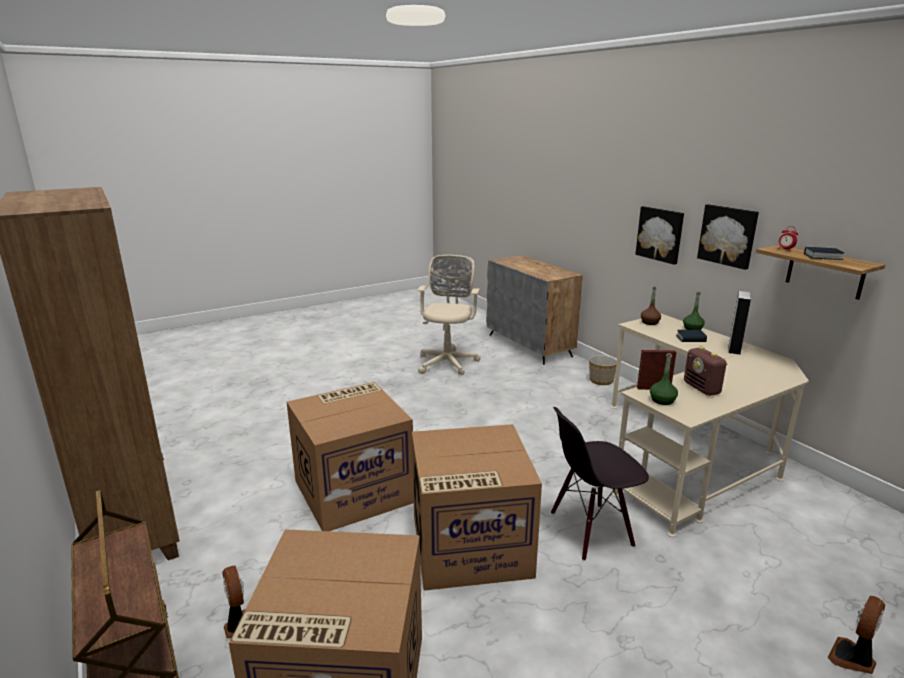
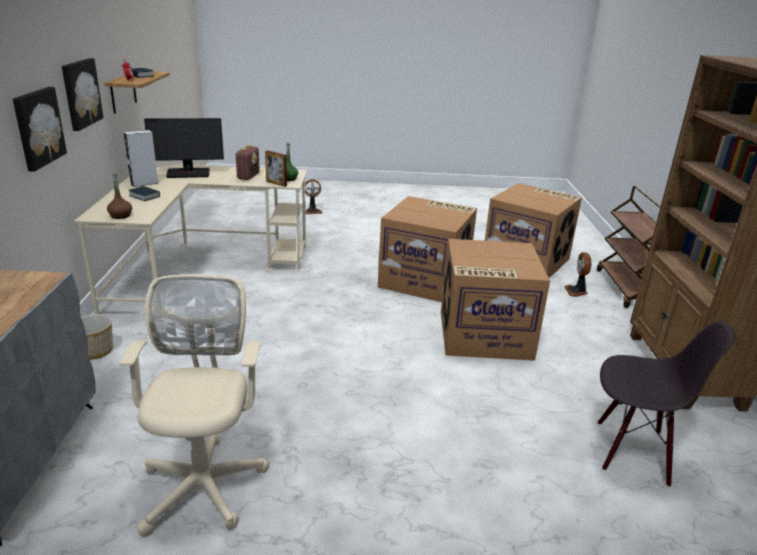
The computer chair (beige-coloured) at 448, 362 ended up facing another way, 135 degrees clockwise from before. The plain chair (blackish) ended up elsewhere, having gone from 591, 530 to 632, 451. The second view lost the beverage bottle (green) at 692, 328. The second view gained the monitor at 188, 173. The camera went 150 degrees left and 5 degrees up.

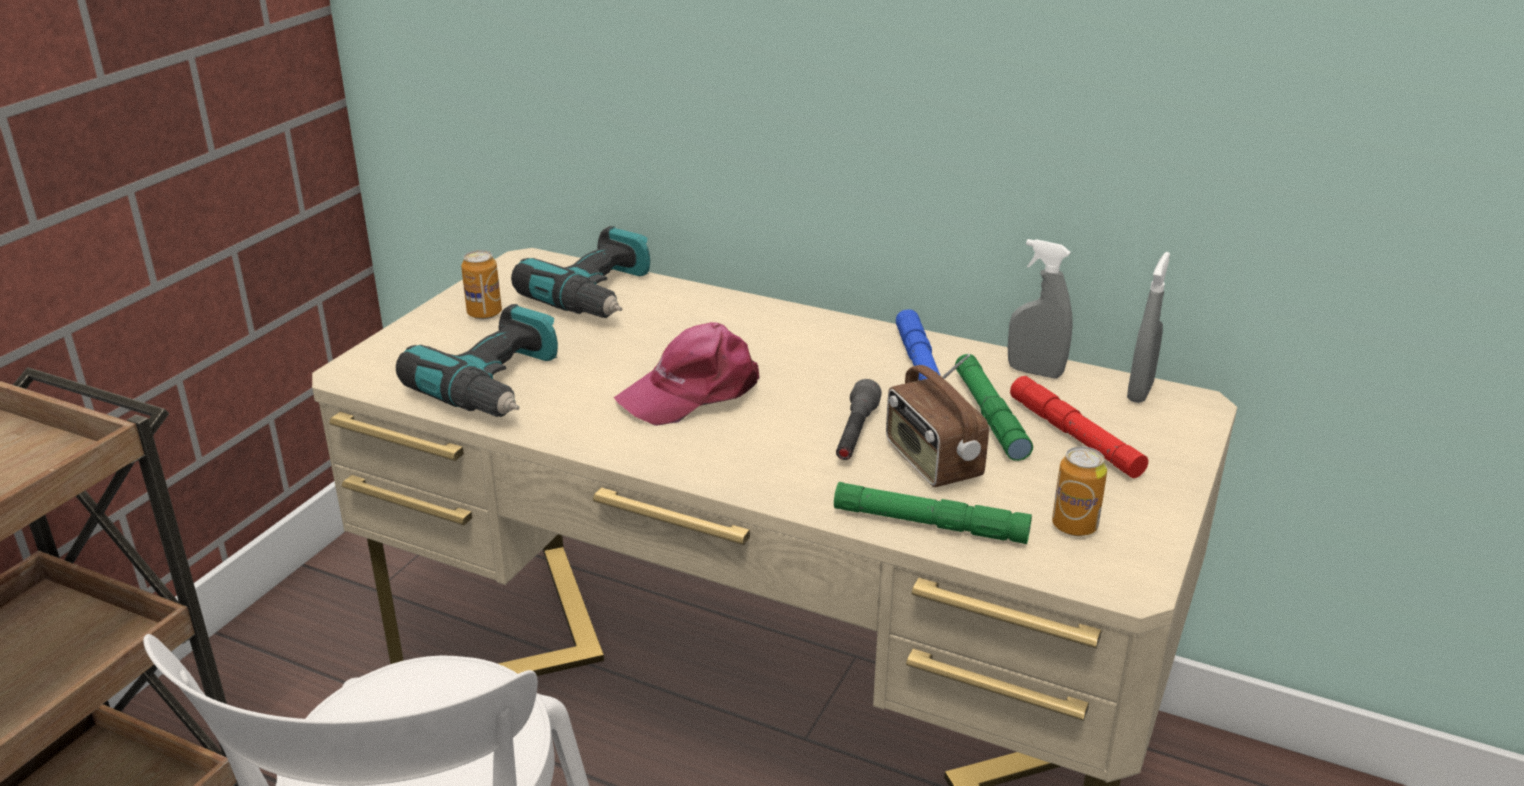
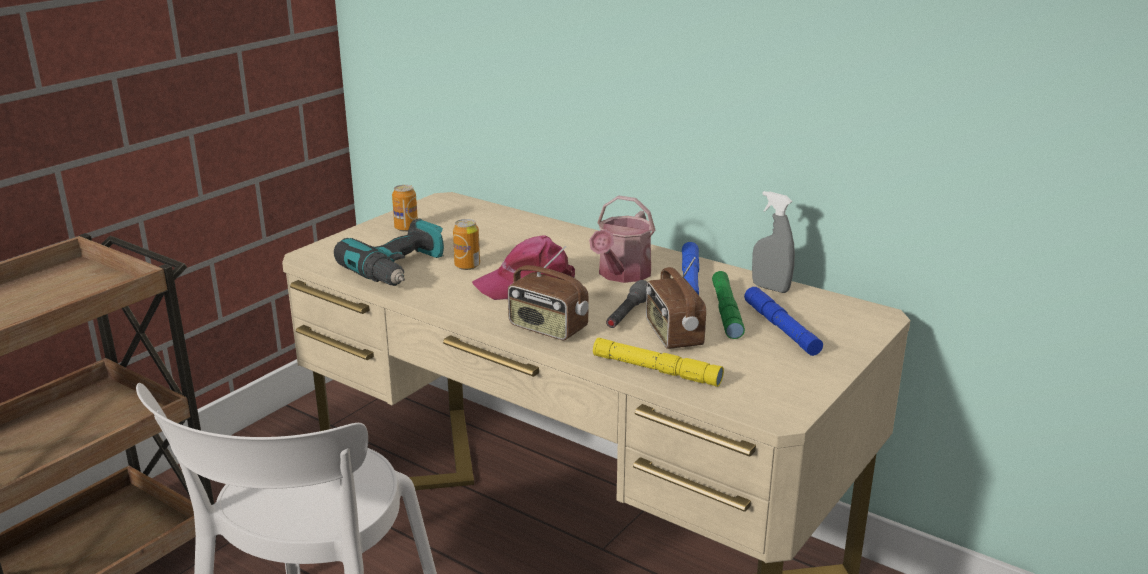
The second view lost the drill at 599, 295. What was the flashlight (green) at 930, 524 turned into the flashlight (yellow) at 656, 370. What was the flashlight (reddish) at 1074, 436 turned into the flashlight (blue-coloured) at 781, 328. The can ended up elsewhere, having gone from 1074, 526 to 467, 266. The second view lost the sprayer (gray) at 1140, 392. The second view gained the radio set at 547, 329. The second view gained the watering can at 621, 275. The camera went 10 degrees right and 5 degrees down.

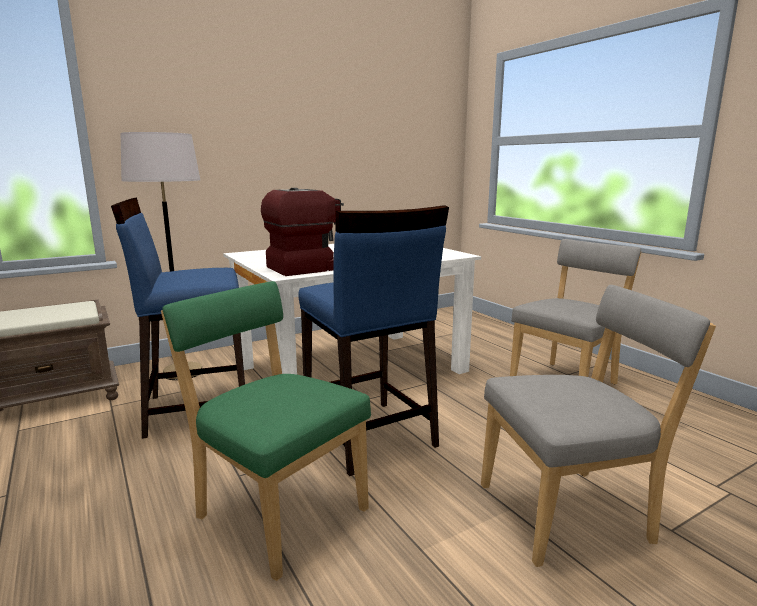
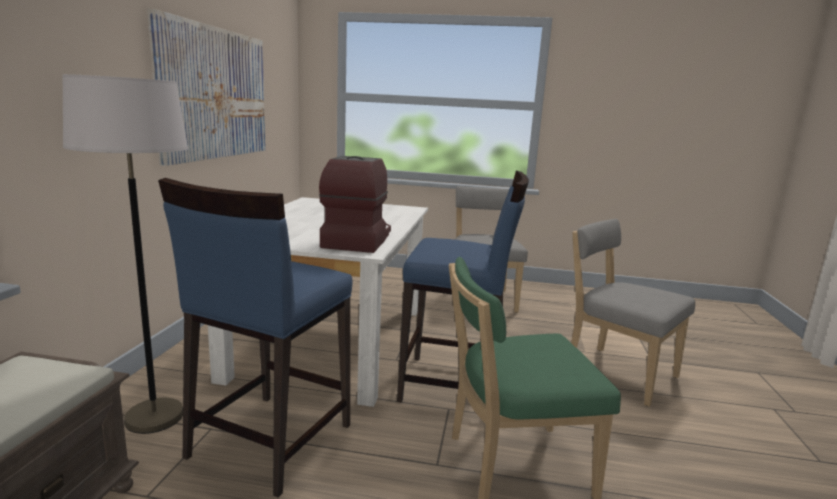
The plain chair (gray) at 571, 513 ended up facing another way, 75 degrees counterclockwise from before. The second view gained the wall picture at 215, 93. The camera went 50 degrees left and 0 degrees up.

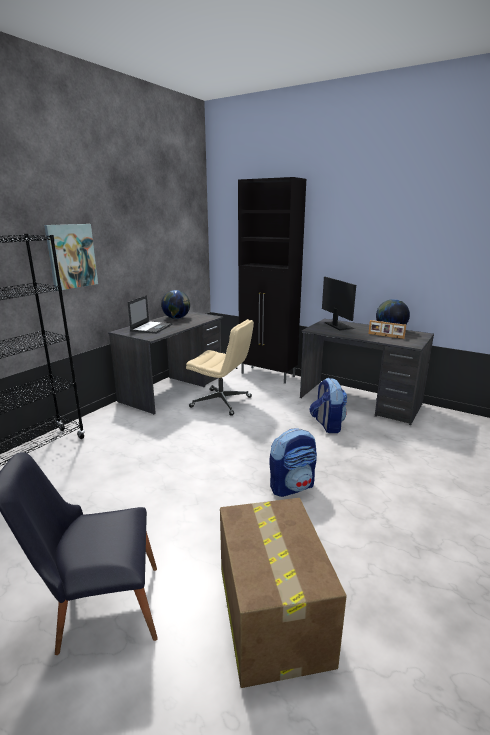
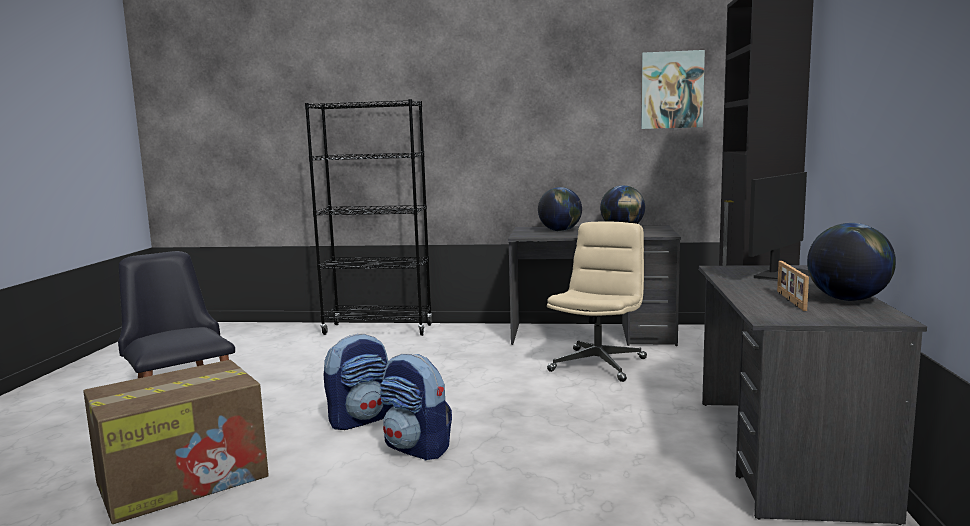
The wall picture ended up elsewhere, having gone from 71, 256 to 672, 90. Where the laptop stood at 152, 327, the desk globe came to stand at 560, 231. The computer chair (beige-coloured) at 222, 402 ended up facing another way, 150 degrees counterclockwise from before. The knapsack ended up elsewhere, having gone from 327, 425 to 360, 419. The camera went 65 degrees right and 10 degrees down.

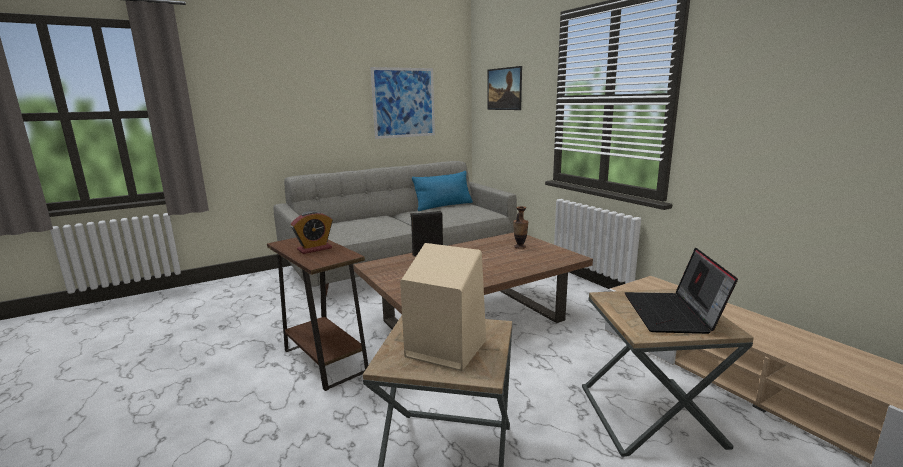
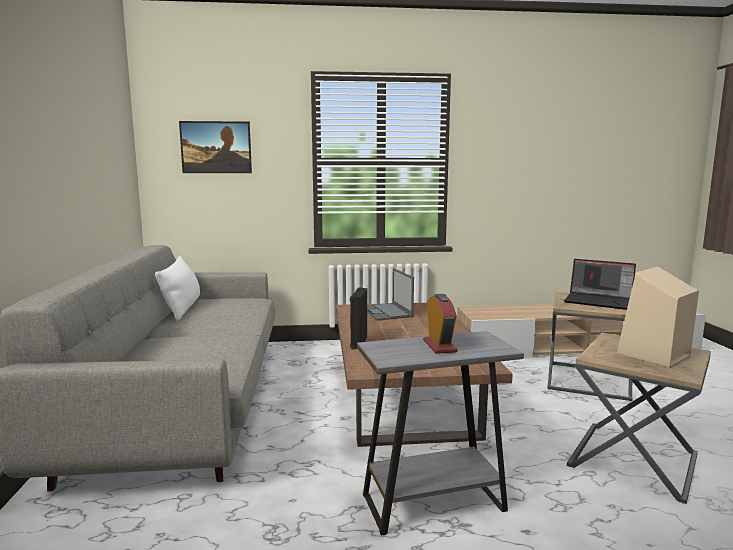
What was the side table (brown-coloured) at 325, 360 turned into the side table (gray) at 433, 503. The second view lost the wall picture at 404, 103. What was the pillow (blue-coloured) at 444, 206 turned into the pillow (white) at 182, 308. Where the decorative vase stood at 520, 247, the laptop came to stand at 386, 312. The camera went 65 degrees left and 5 degrees down.

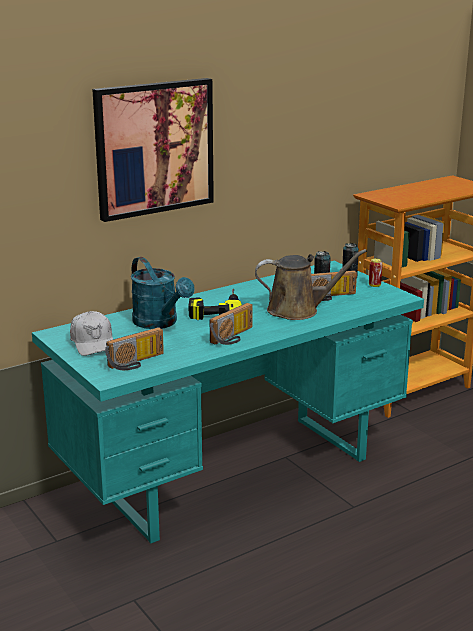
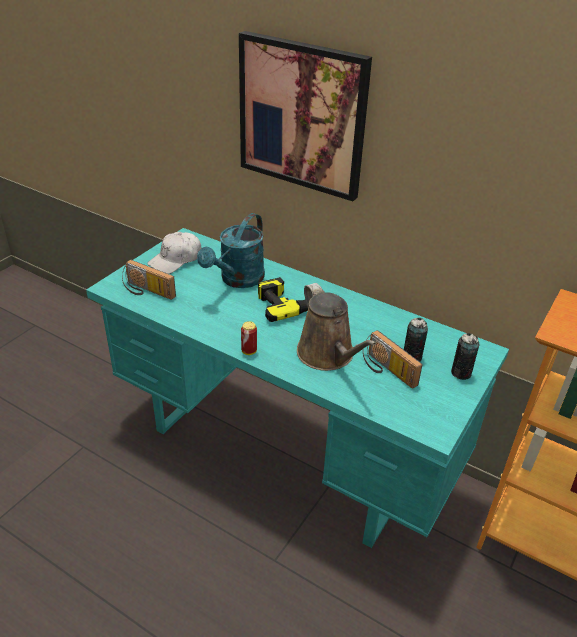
The second view lost the radio set at 234, 337. The can ended up elsewhere, having gone from 374, 285 to 249, 351. The camera went 65 degrees right and 15 degrees up.

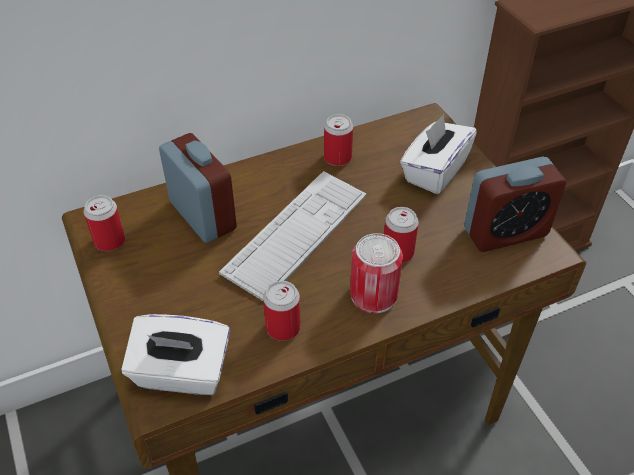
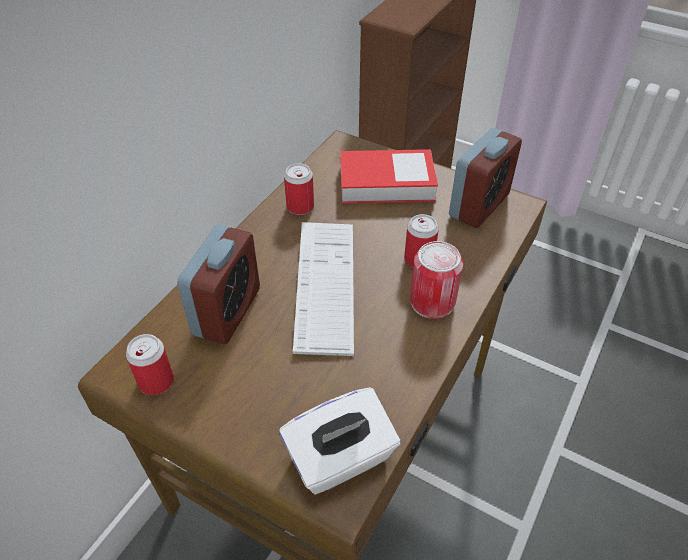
The table clock at 202, 215 ended up facing another way, 90 degrees clockwise from before. The second view lost the can at 283, 328. Where the tissue holder (white) stood at 434, 171, the volume came to stand at 386, 183. The camera went 35 degrees left and 0 degrees up.

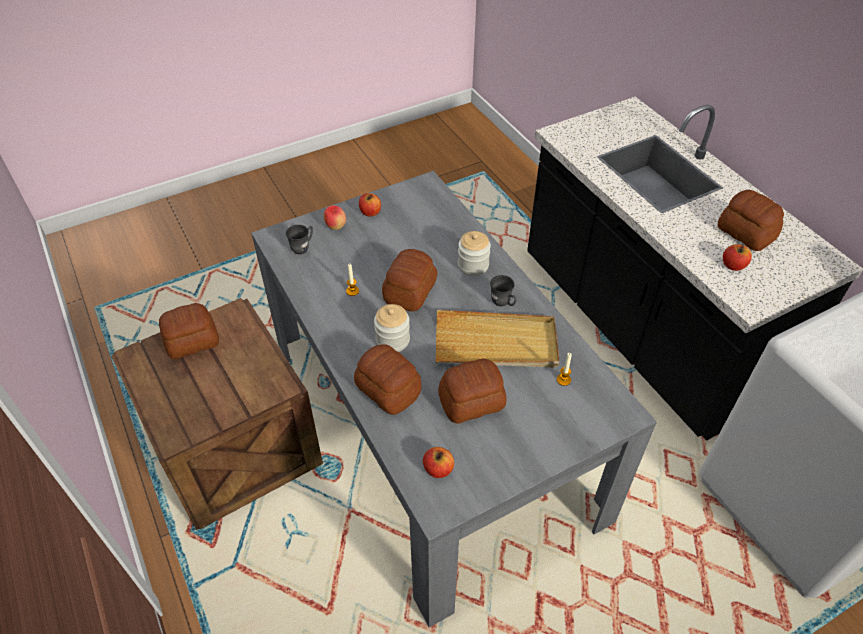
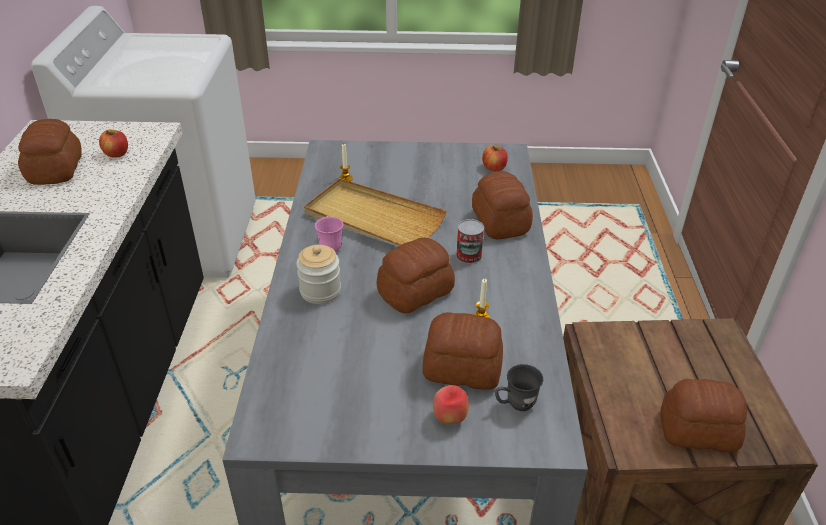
The second view lost the apple fruit at 370, 212. Where the jar stood at 392, 340, the can came to stand at 469, 255. The baked bread ended up elsewhere, having gone from 472, 402 to 461, 367. What was the mug (gray) at 503, 303 turned into the mug (pink) at 330, 245. The camera went 150 degrees left and 10 degrees down.

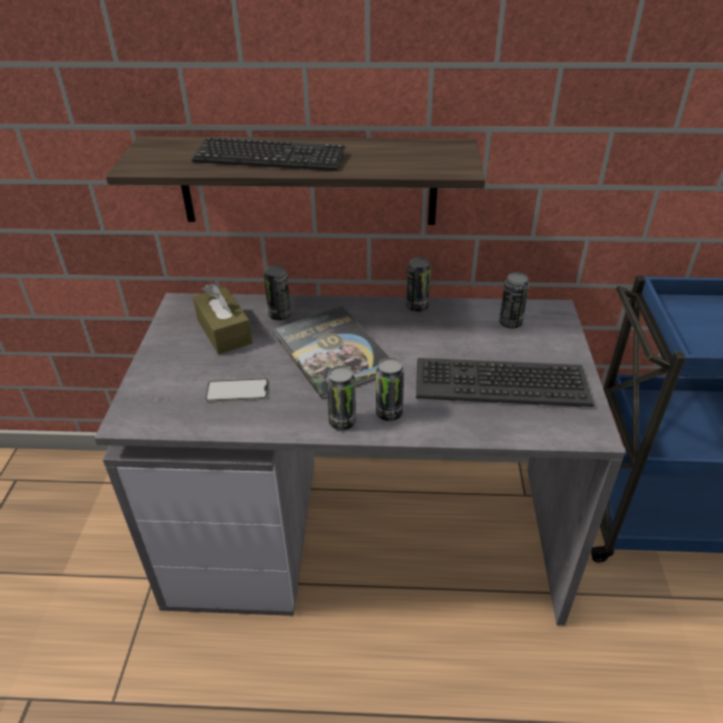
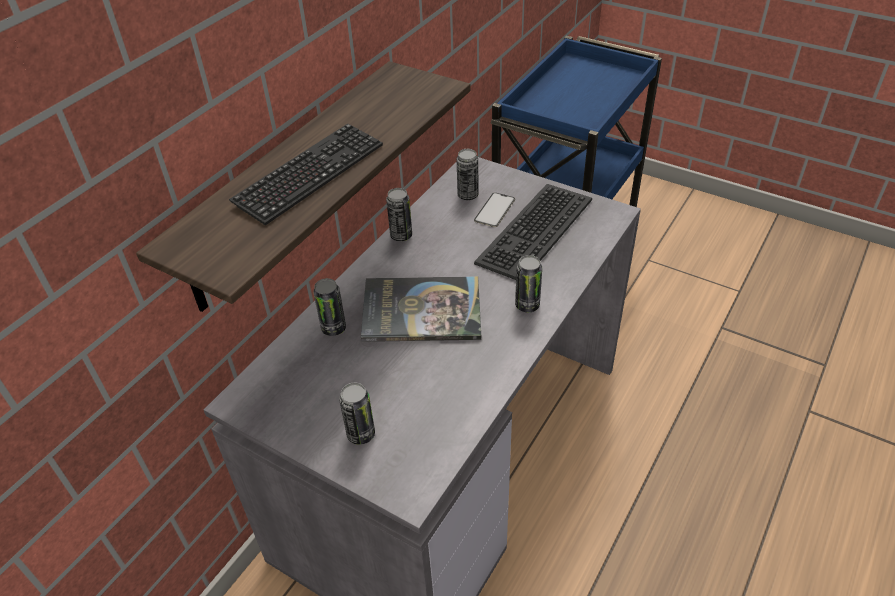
The second view lost the tissue holder (brown-coloured) at 224, 331. The handset ended up elsewhere, having gone from 237, 391 to 494, 210. The can ended up elsewhere, having gone from 342, 422 to 361, 434. The camera went 60 degrees left and 5 degrees up.

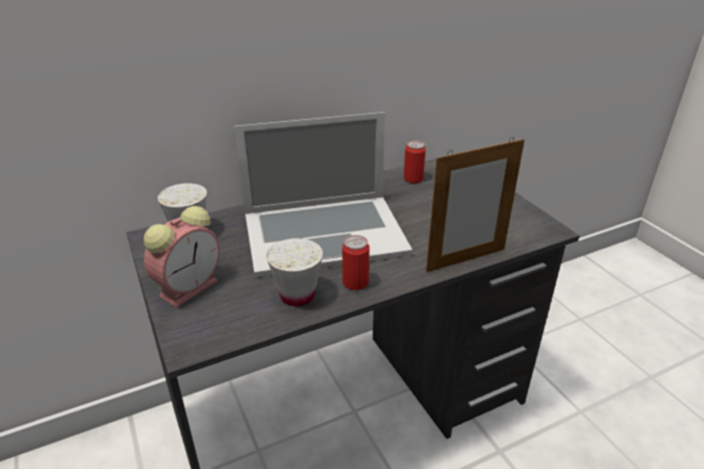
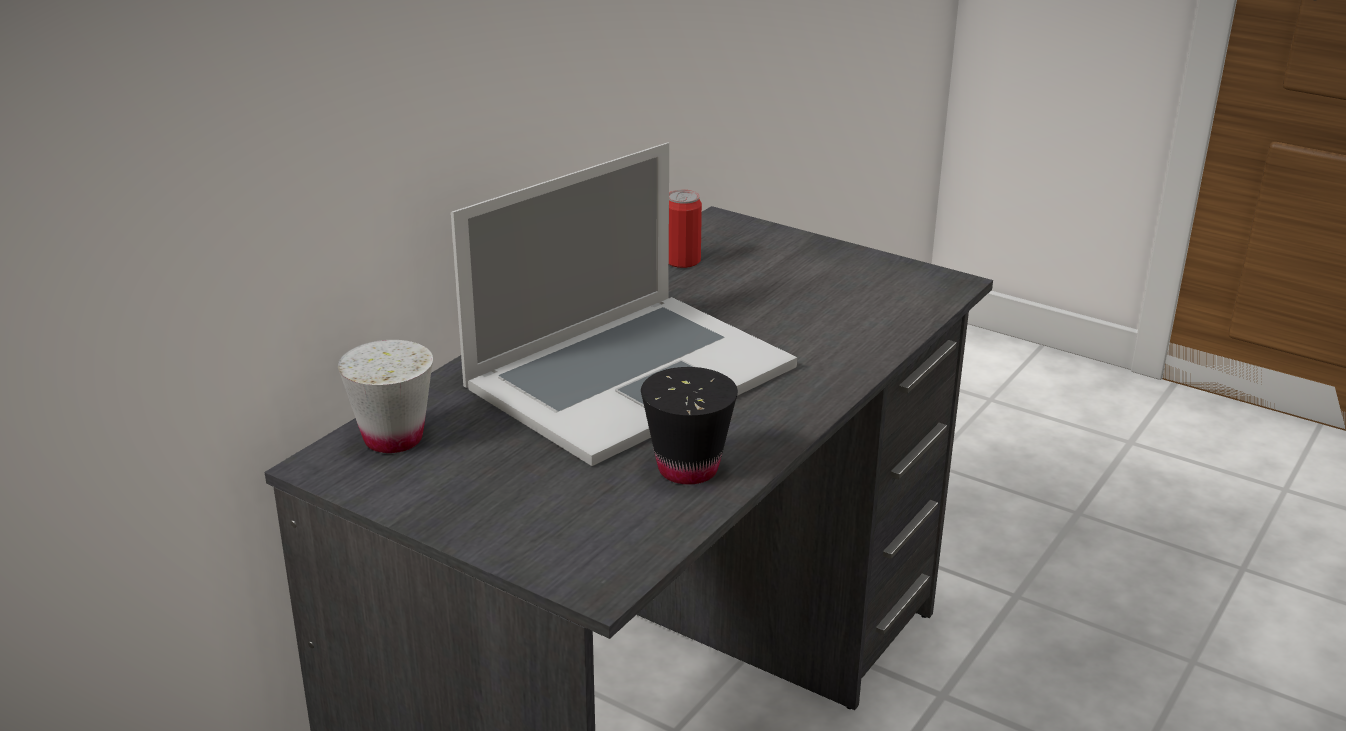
The second view lost the table clock at 190, 287. What was the small cup (white) at 297, 295 turned into the small cup (blackish) at 688, 469. The second view lost the can at 355, 282. The second view lost the photo frame at 466, 260. The camera went 30 degrees left and 5 degrees down.

